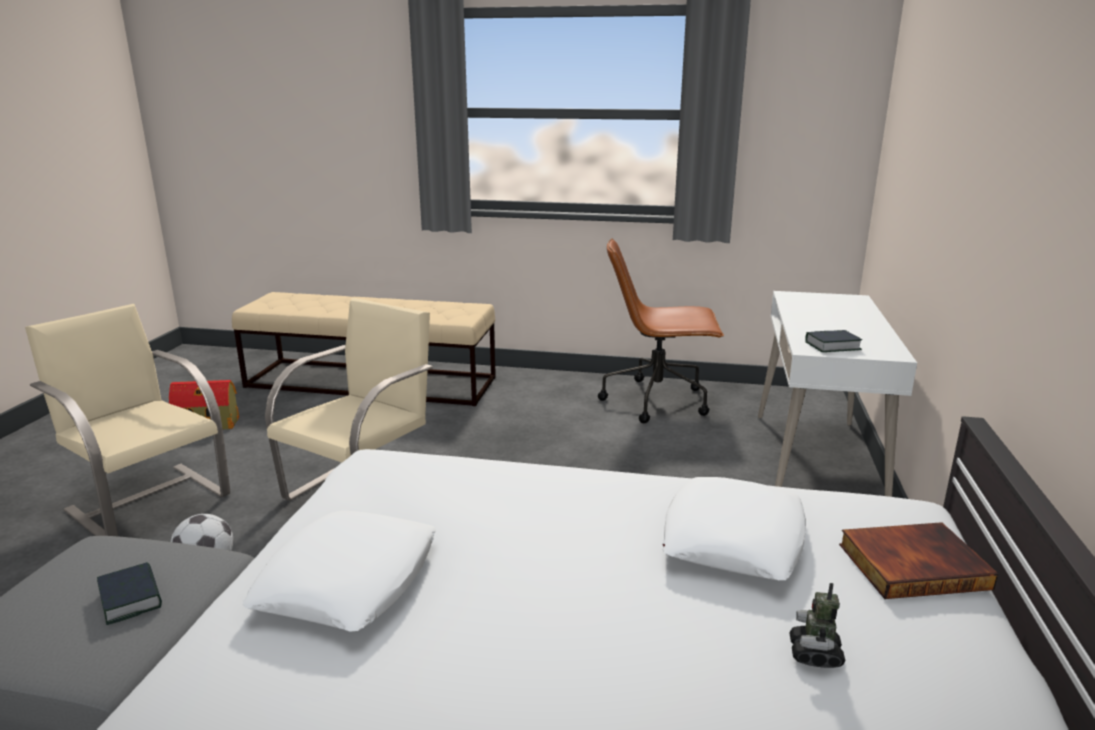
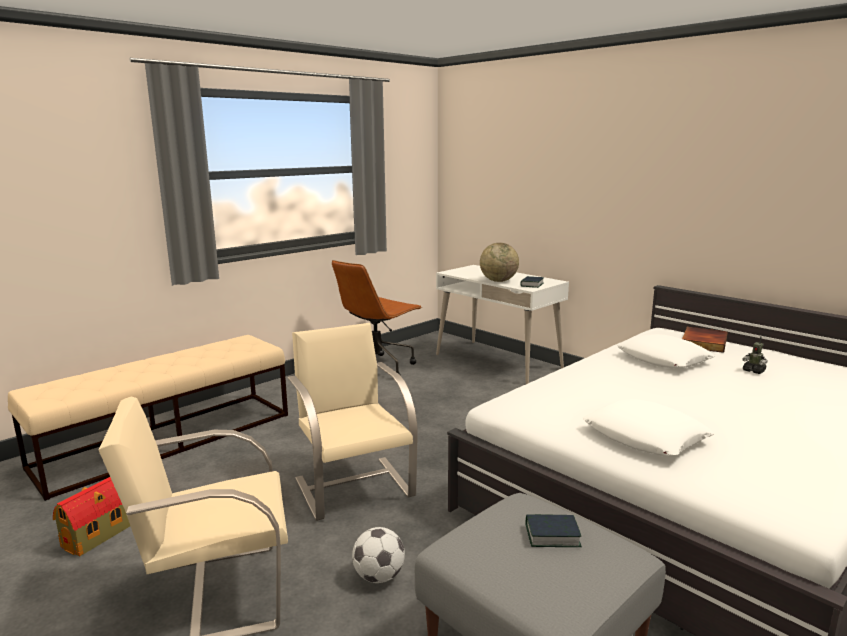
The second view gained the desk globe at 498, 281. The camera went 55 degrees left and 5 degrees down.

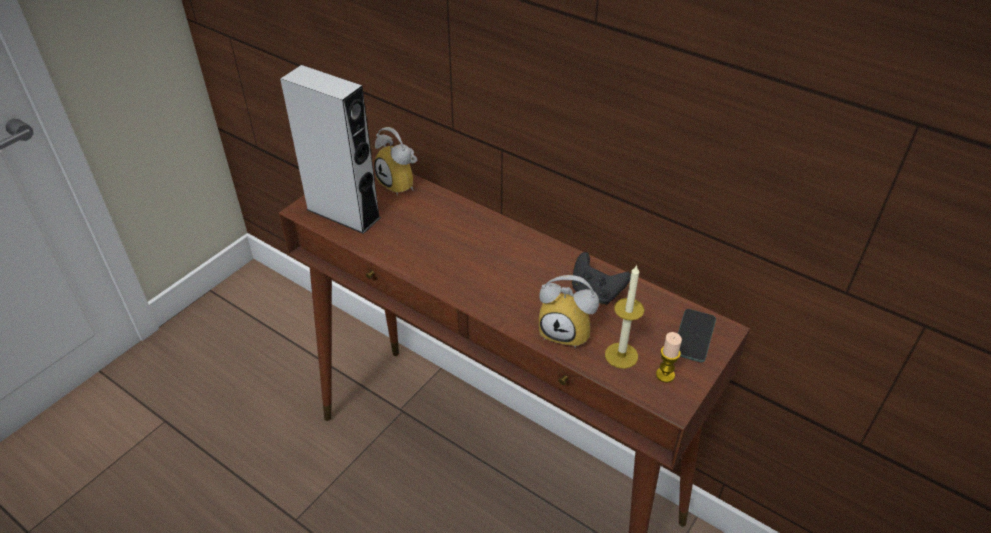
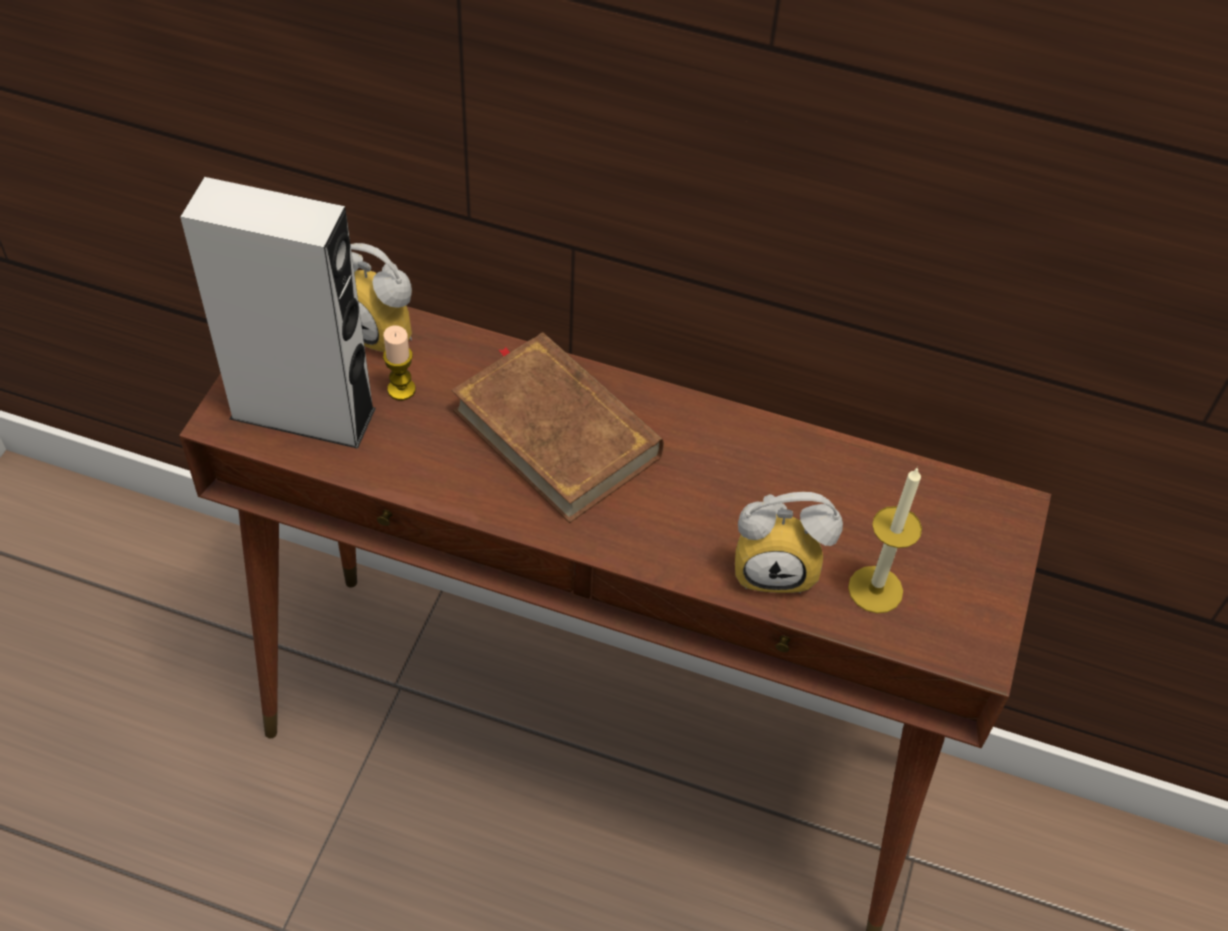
The second view lost the game controller (blackish) at 596, 292. The wax candle ended up elsewhere, having gone from 665, 375 to 401, 389. The second view lost the handset at 694, 336. The second view gained the volume (brown-coloured) at 556, 432. The camera went 20 degrees left and 10 degrees up.

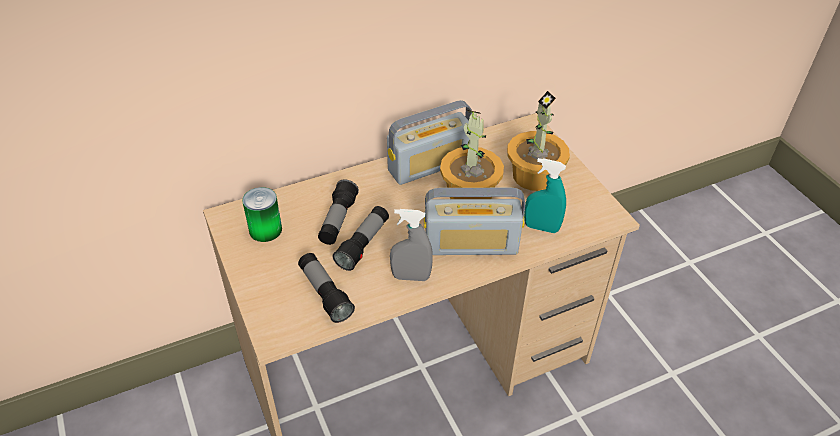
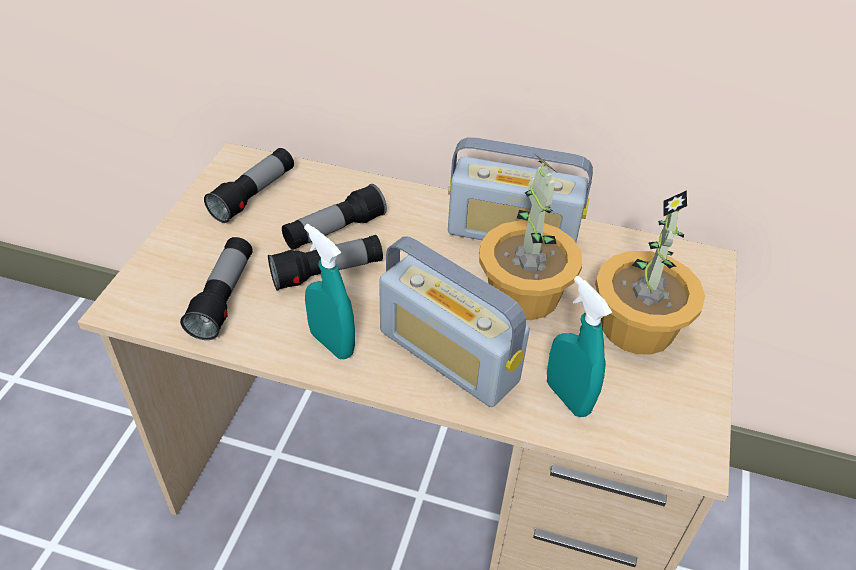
Where the can stood at 265, 230, the flashlight came to stand at 254, 195. What was the sprayer (gray) at 411, 277 turned into the sprayer (turquoise-coloured) at 332, 344. The camera went 40 degrees right and 0 degrees up.

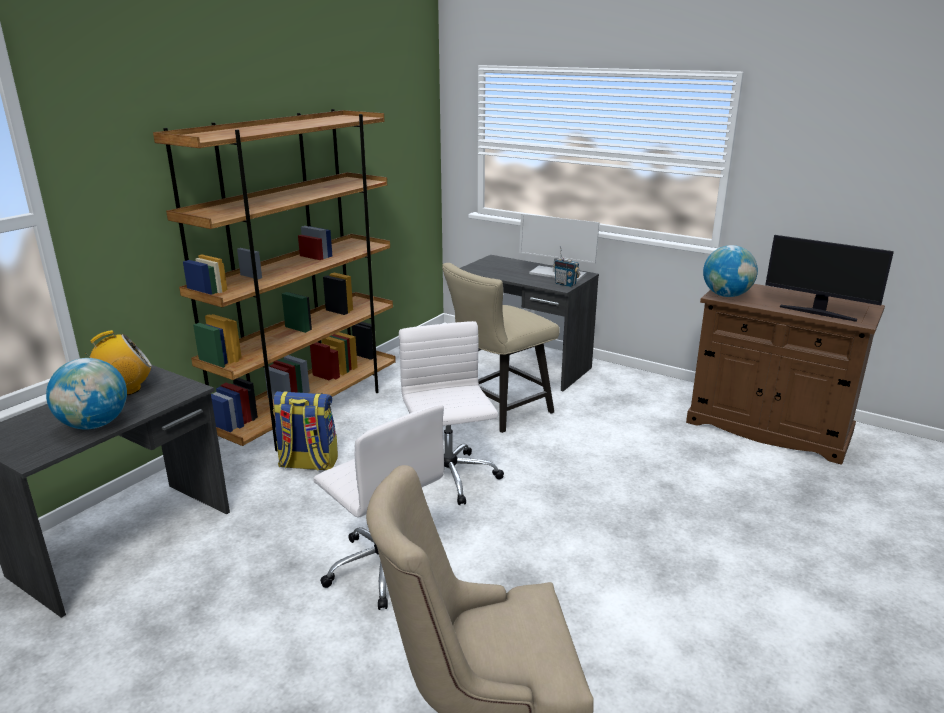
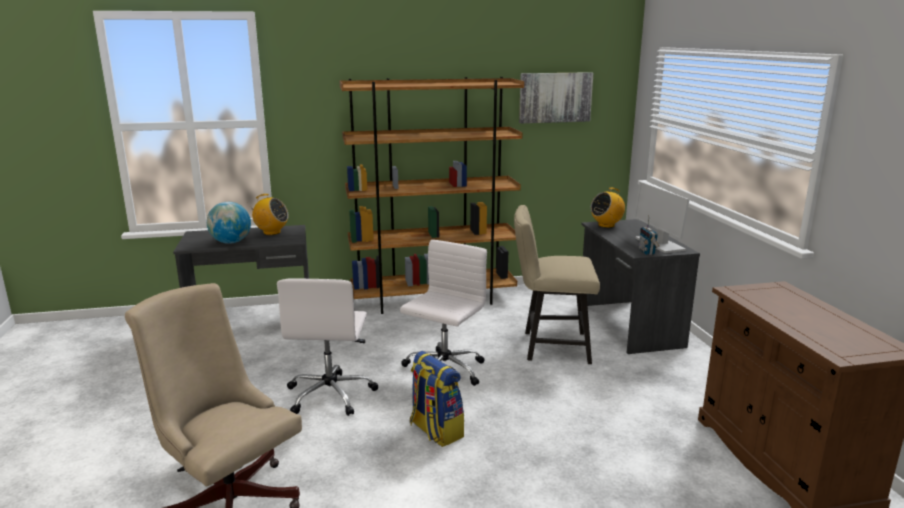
The knapsack ended up elsewhere, having gone from 308, 464 to 435, 431. The second view lost the desk globe at 726, 295. The second view lost the monitor at 817, 312. The second view gained the wall picture at 555, 97. The second view gained the radio set at 606, 225. The camera went 45 degrees right and 5 degrees down.

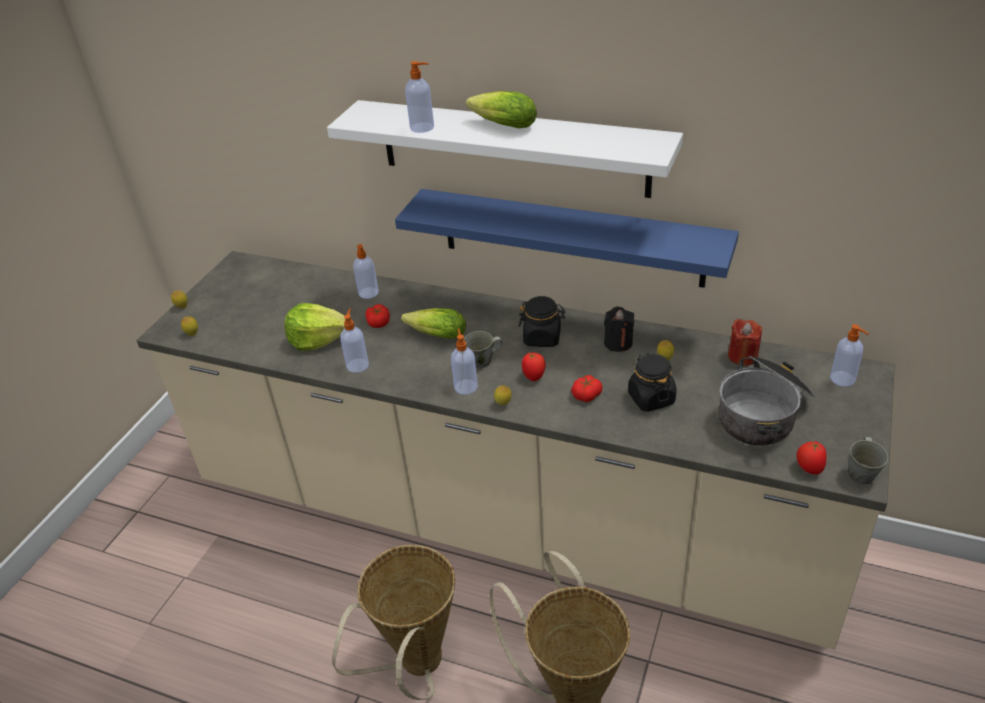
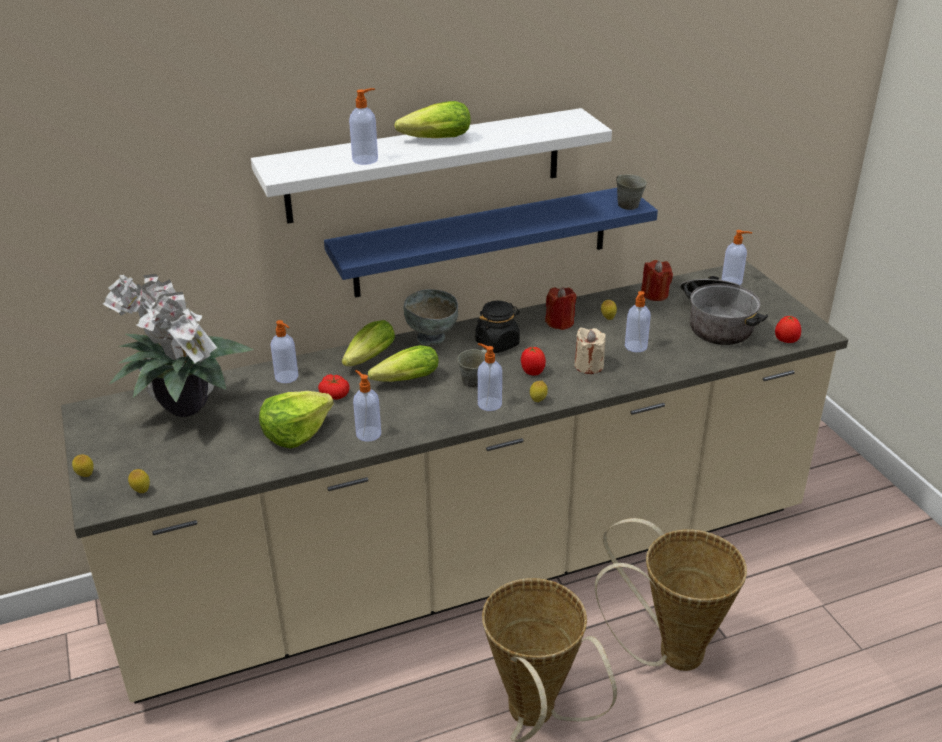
Where the whole tomato stood at 586, 395, the wax candle (beige-coloured) came to stand at 589, 366. What was the wax candle (blackish) at 618, 343 turned into the wax candle (reddish) at 560, 322. Where the jar (blackish) stood at 651, 398, the soap bottle came to stand at 635, 347. The mug (gray) ended up elsewhere, having gone from 862, 474 to 627, 204. The second view gained the potted plant at 187, 410. The second view gained the head of lettuce at 367, 360. The second view gained the bowl (gray) at 432, 338. The camera went 45 degrees left and 5 degrees down.

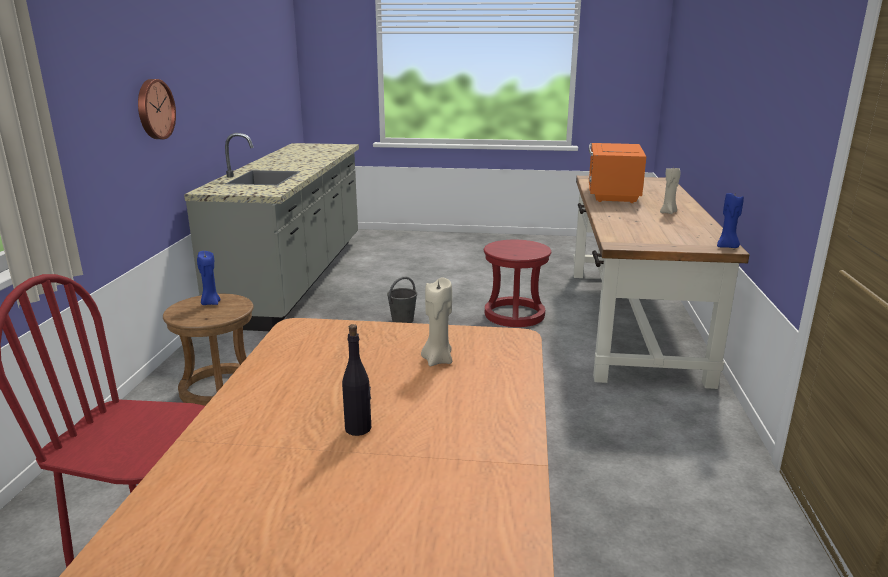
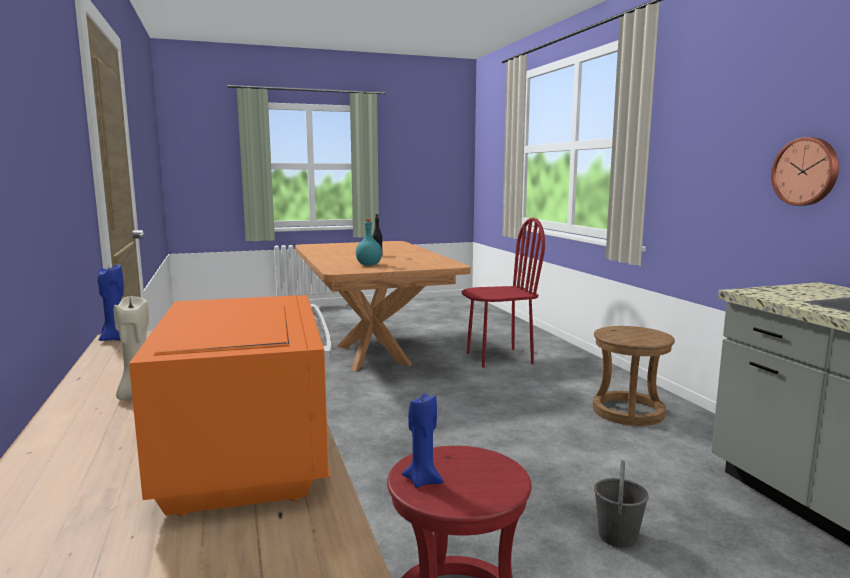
The wax candle (blue-coloured) ended up elsewhere, having gone from 210, 303 to 423, 480. Where the wax candle (beige-coloured) stood at 437, 360, the beverage bottle (turquoise-coloured) came to stand at 368, 265. The camera went 155 degrees right and 10 degrees down.

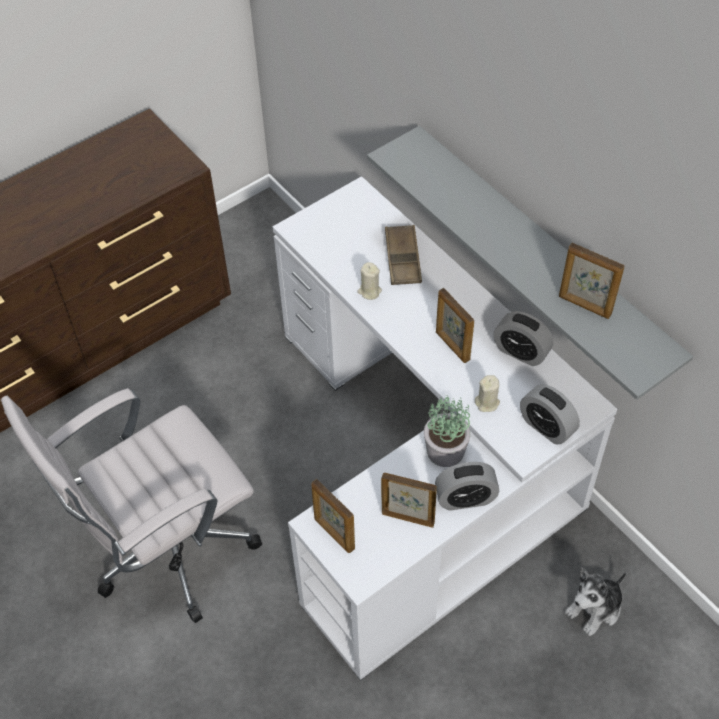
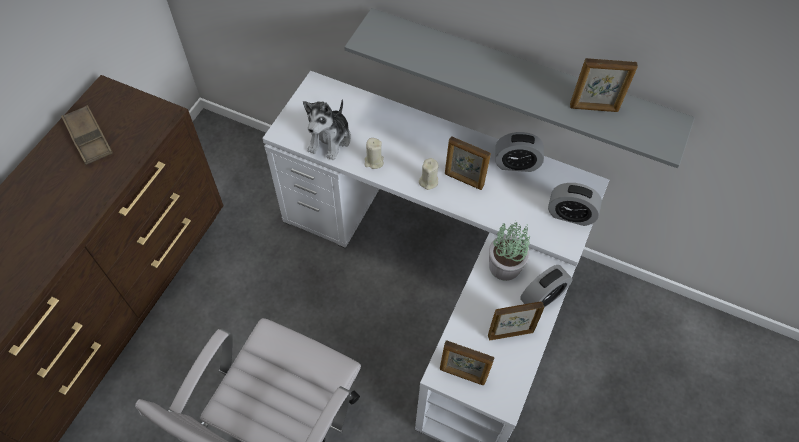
The carrying tray (brown-coloured) ended up elsewhere, having gone from 403, 258 to 89, 138. The wax candle (beige-coloured) ended up elsewhere, having gone from 487, 403 to 428, 181. The plush toy ended up elsewhere, having gone from 595, 608 to 330, 139. The camera went 30 degrees left and 5 degrees up.

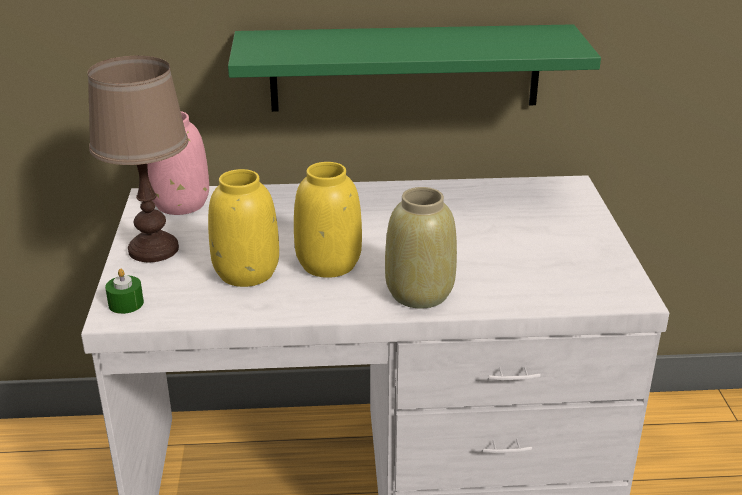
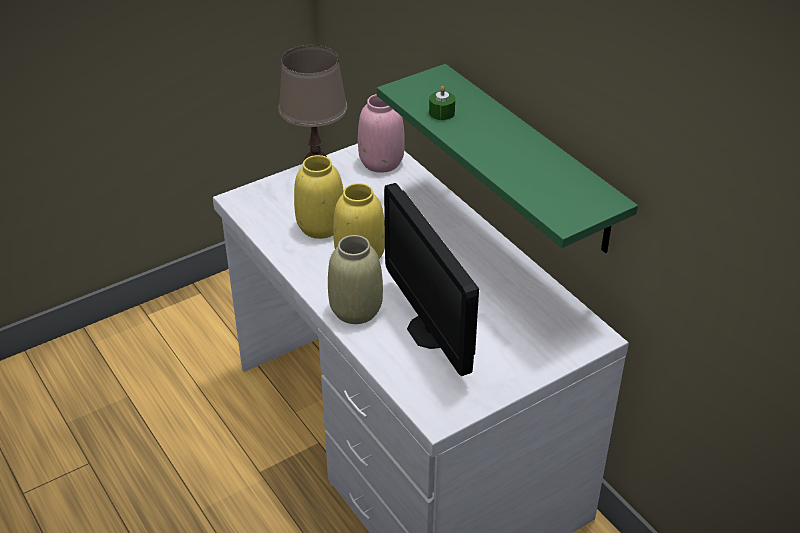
The wax candle (green) ended up elsewhere, having gone from 126, 303 to 441, 113. The second view gained the monitor at 431, 331. The camera went 60 degrees right and 10 degrees up.

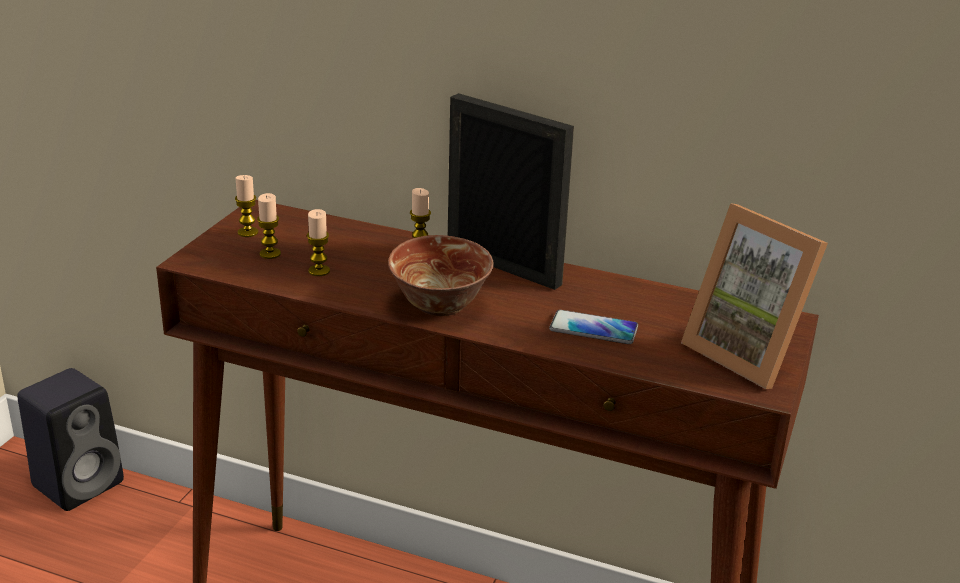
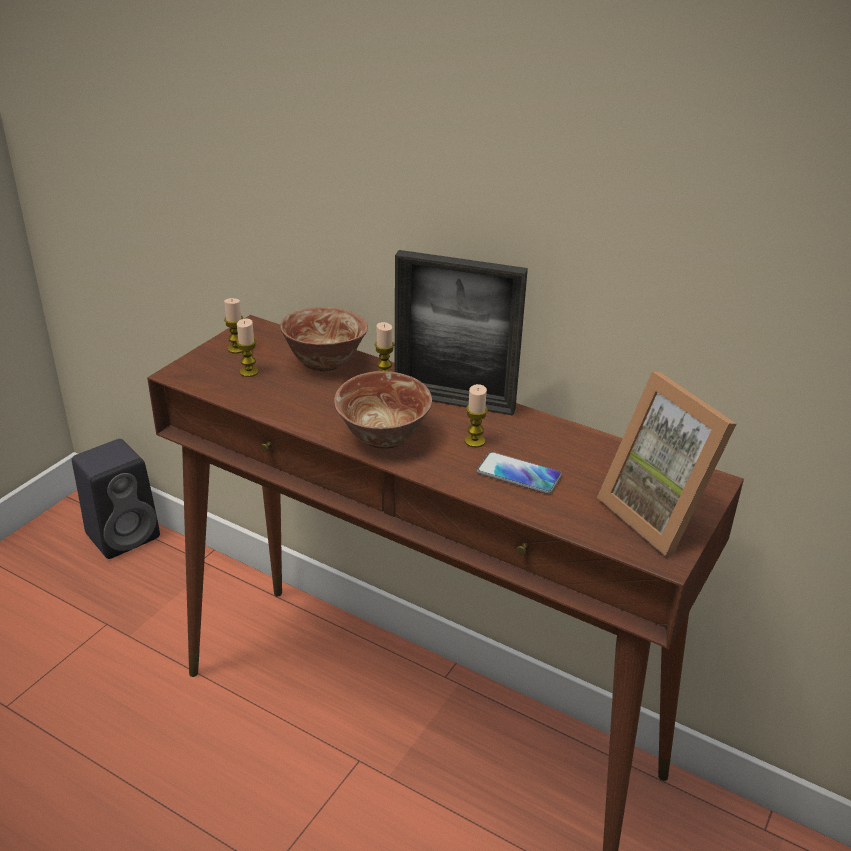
The wax candle ended up elsewhere, having gone from 319, 271 to 474, 441. The photo frame at 503, 267 ended up facing another way, 150 degrees clockwise from before. The second view gained the bowl at 324, 362. The camera went 10 degrees right and 5 degrees up.

